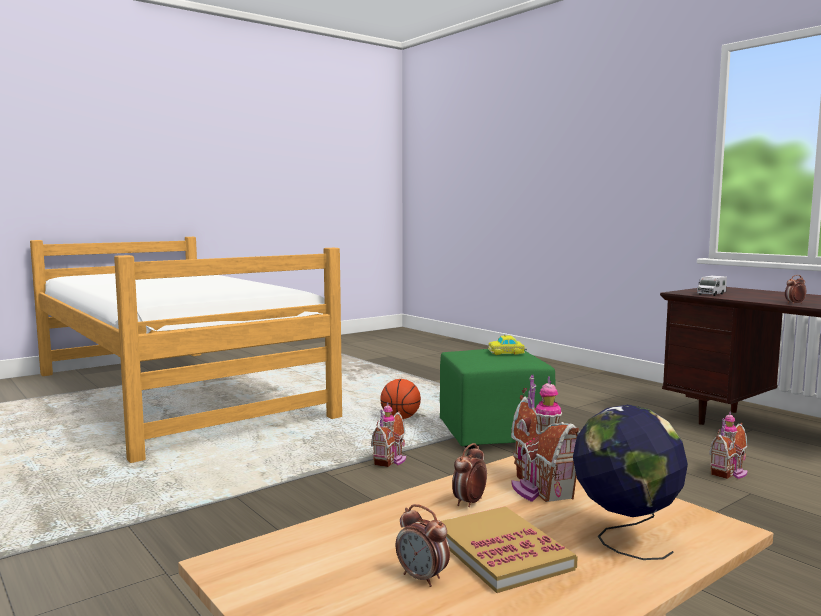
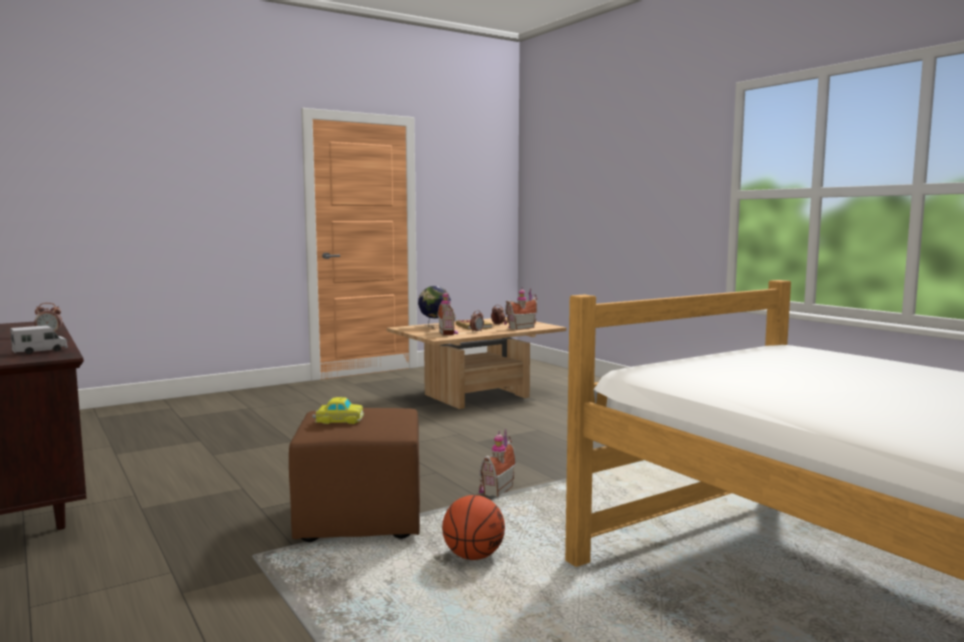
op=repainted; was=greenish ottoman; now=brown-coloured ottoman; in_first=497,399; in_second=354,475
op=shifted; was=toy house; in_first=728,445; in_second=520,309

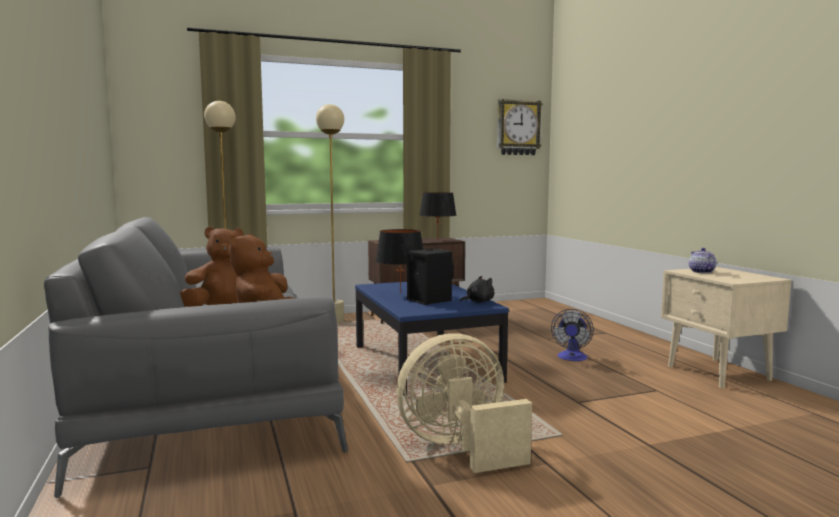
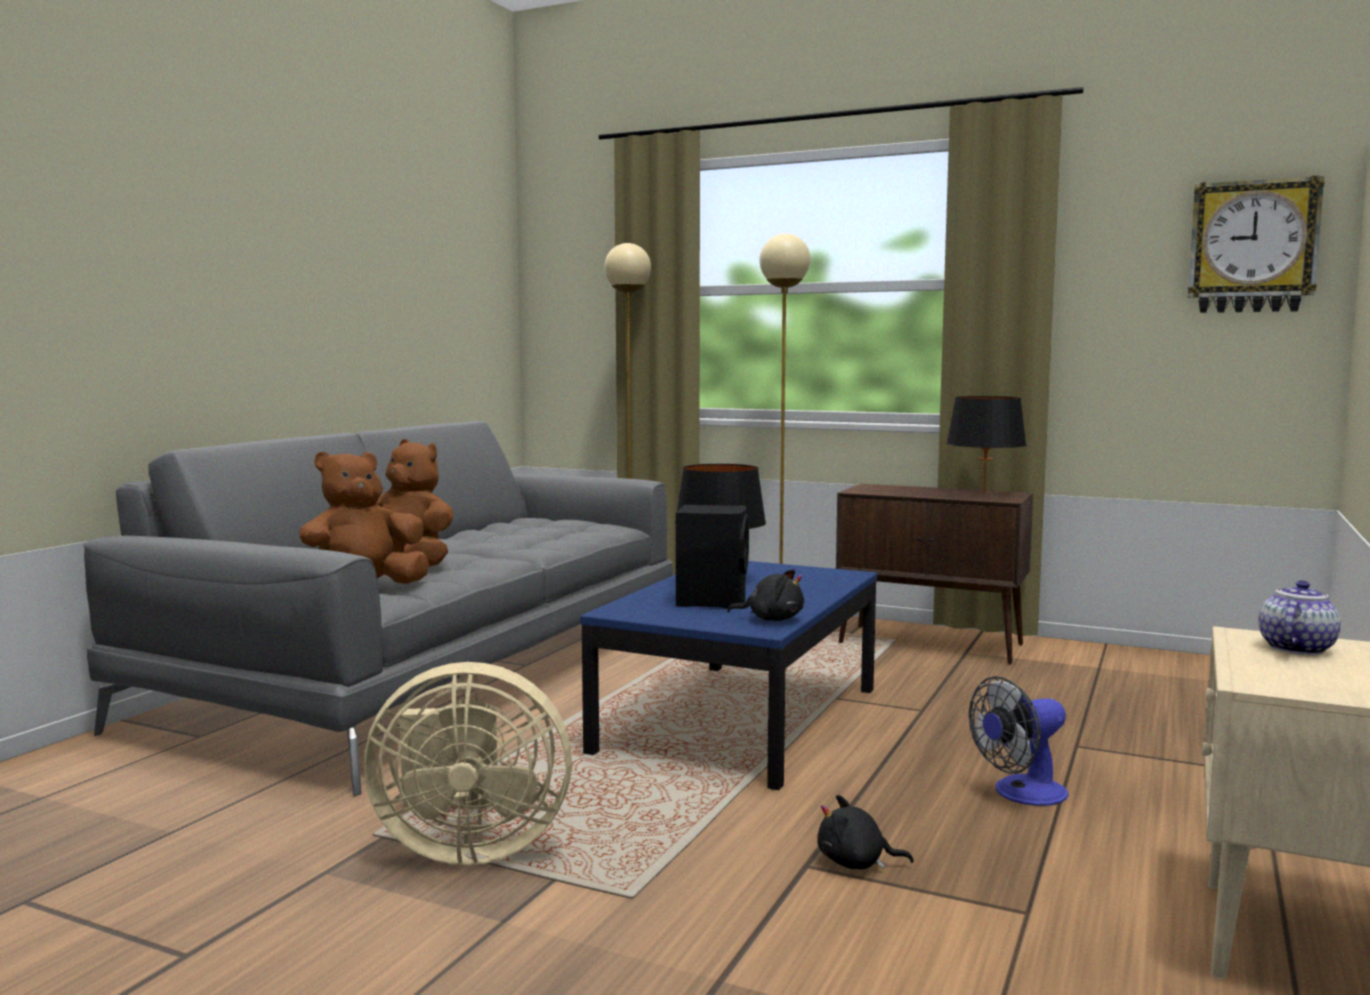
op=rotated; was=beige cooling fan; in_first=464,403; in_second=468,763; clockwise=150
op=new; now=black plush toy; in_second=865,832

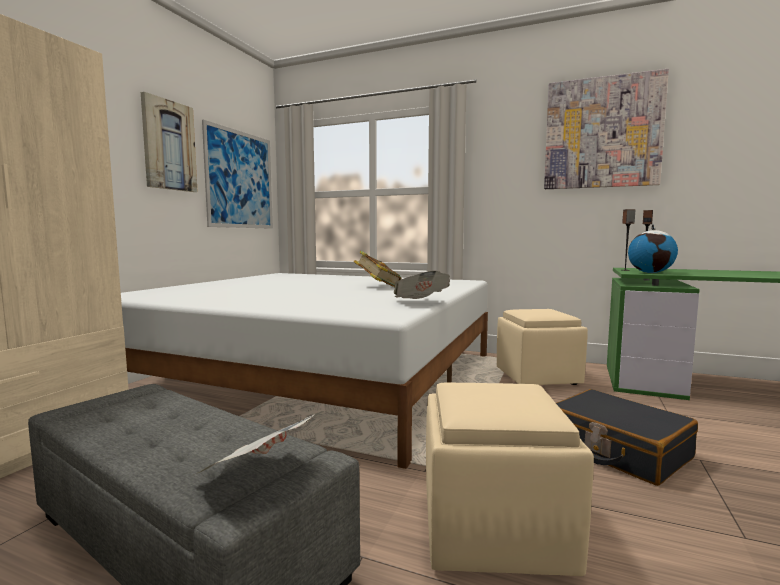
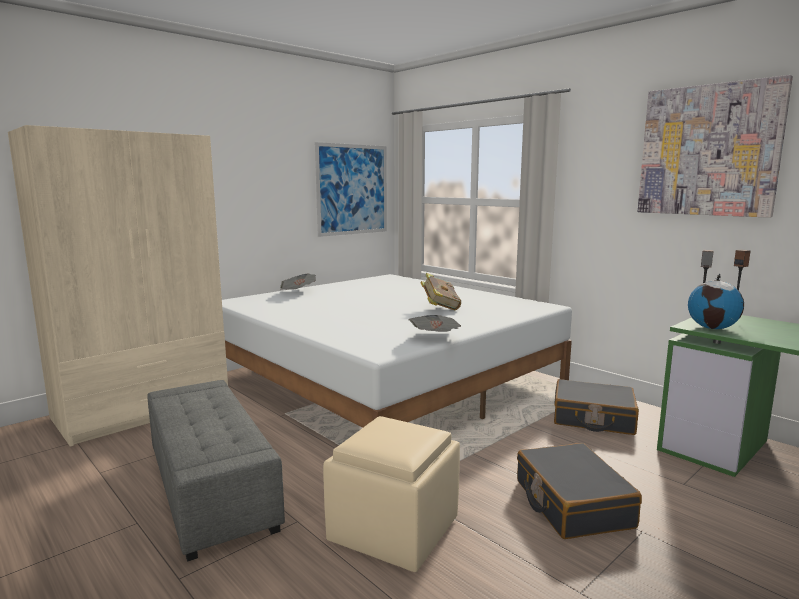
op=gone; was=picture; in_first=169,142
op=shifted; was=printed paper; in_first=260,442; in_second=298,282
op=swapped; was=beige ottoman; now=black travel case; in_first=542,347; in_second=596,407

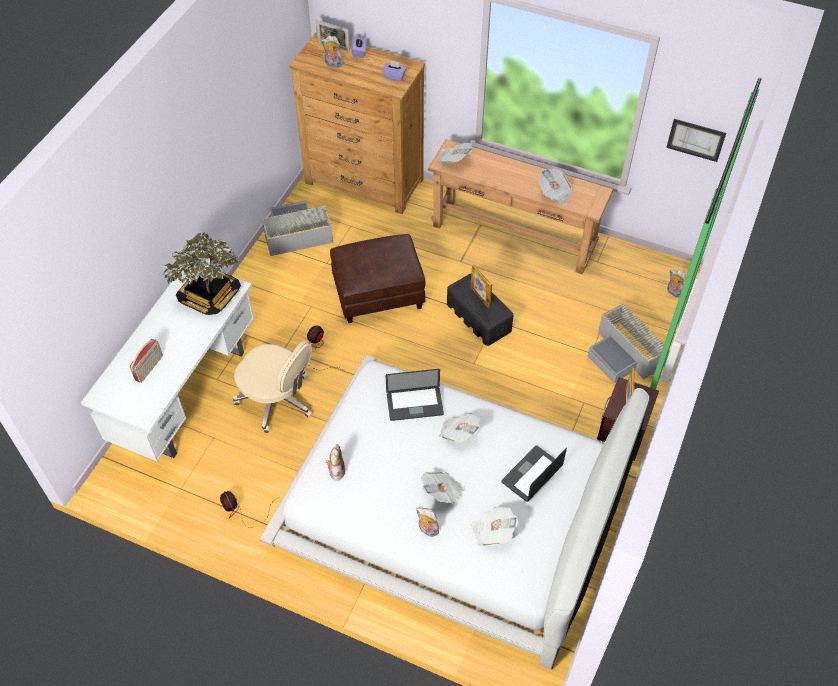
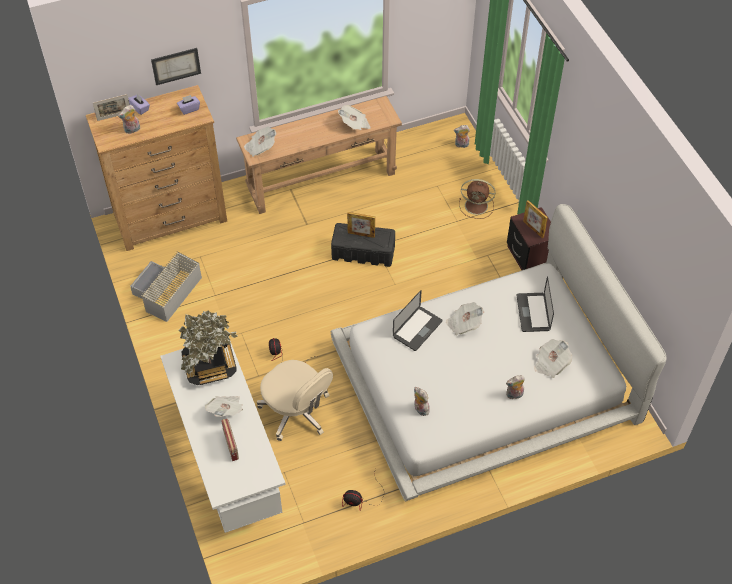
op=rotated; was=beige office chair; in_first=272,386; in_second=295,400; clockwise=60
op=gone; was=brown-coloured ottoman; in_first=378,278
op=shifted; was=printed paper; in_first=443,487; in_second=224,406
op=swapped; was=greyish storage bin; now=brown-coloured cooling fan; in_first=629,343; in_second=477,199
op=shifted; was=picture; in_first=696,140; in_second=176,66

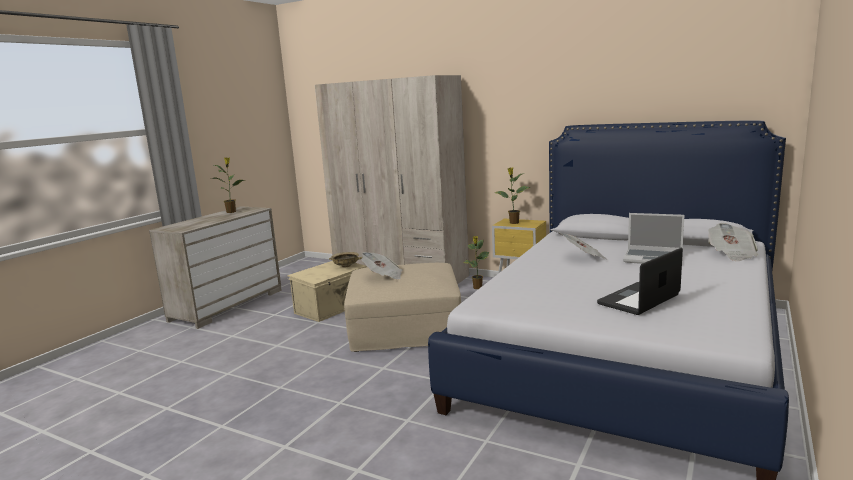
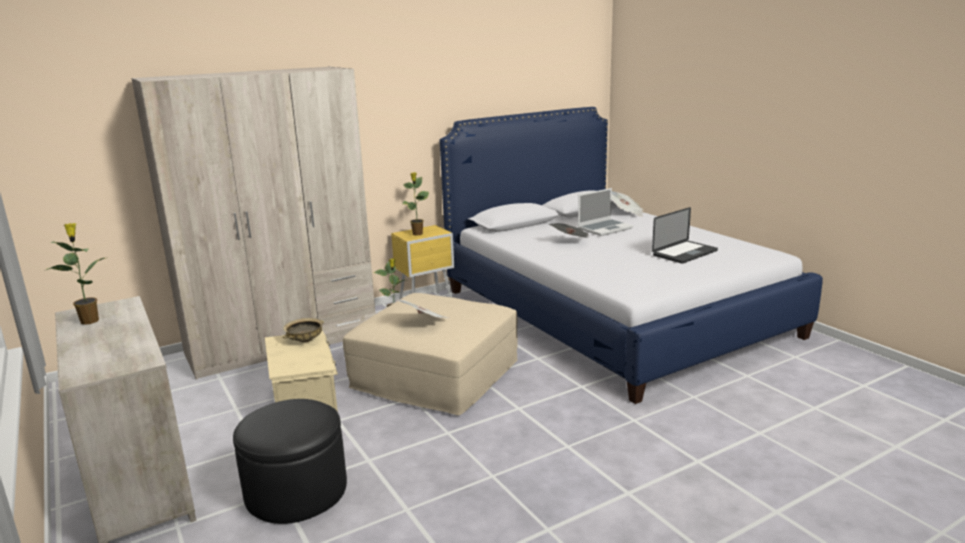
op=rotated; was=notebook computer; in_first=640,281; in_second=685,235; clockwise=-120
op=new; now=black ottoman; in_second=290,461

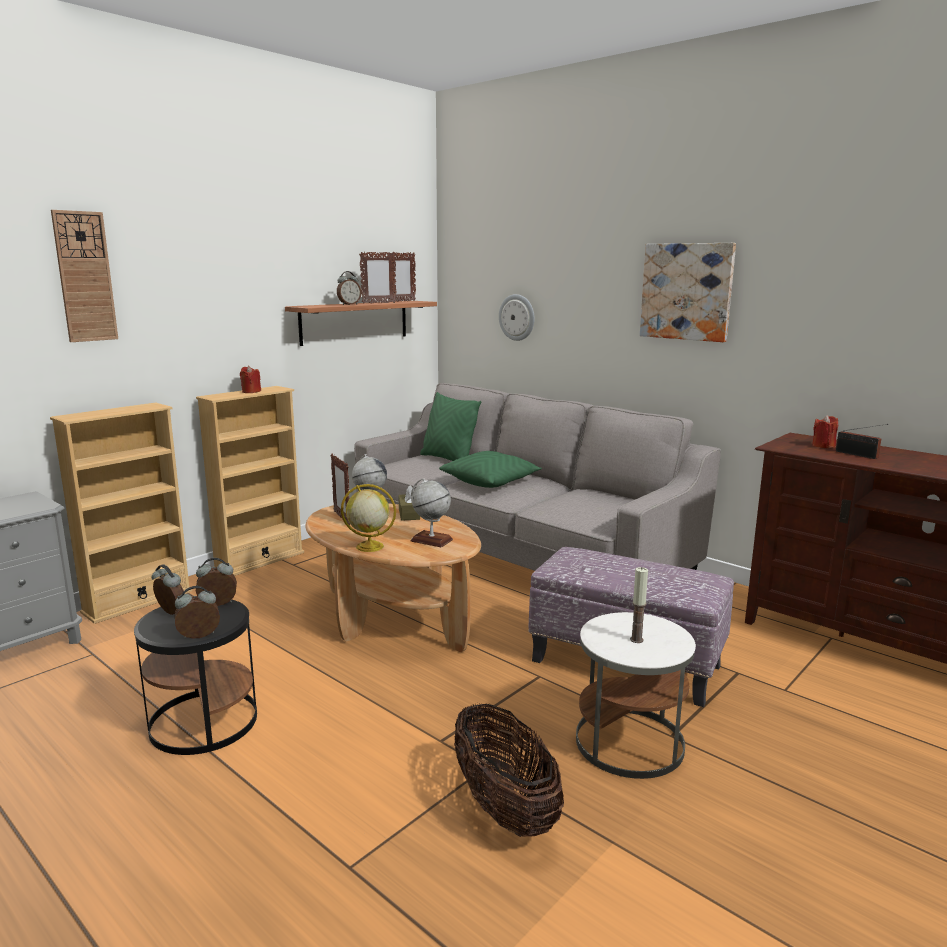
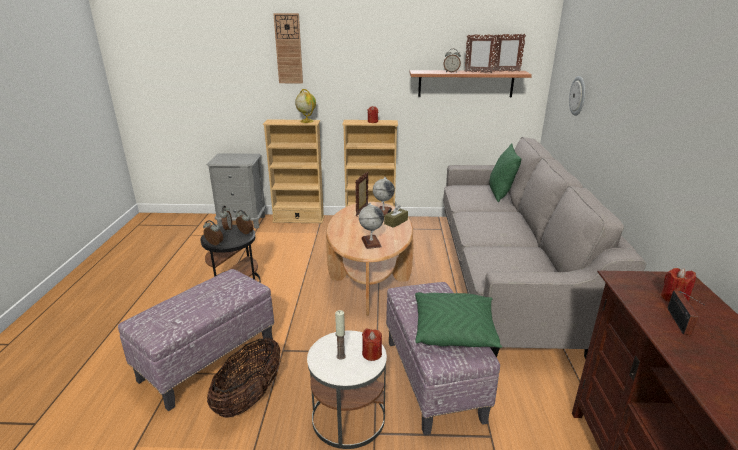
op=shifted; was=desk globe; in_first=368,518; in_second=305,106
op=shifted; was=greenish pillow; in_first=490,469; in_second=458,320
op=gone; was=picture; in_first=688,292
op=new; now=ottoman; in_second=196,340
op=new; now=reddish candle; in_second=372,345

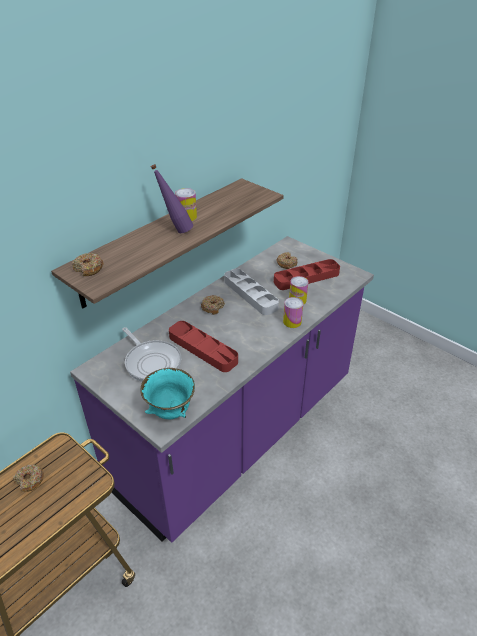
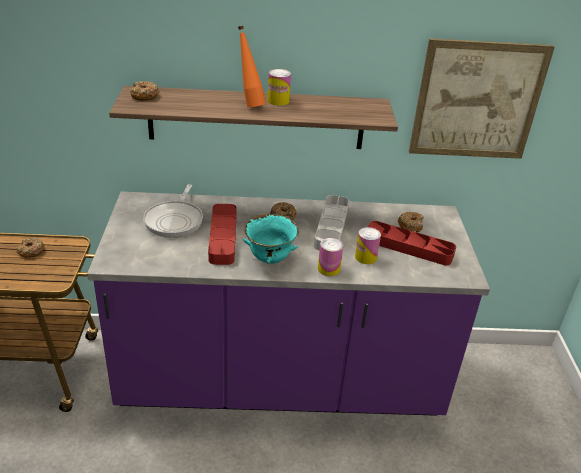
op=shifted; was=turquoise bowl; in_first=167,393; in_second=271,239
op=repainted; was=purple-coloured drink bottle; now=orange-coloured drink bottle; in_first=172,198; in_second=252,66
op=new; now=picture; in_second=482,98

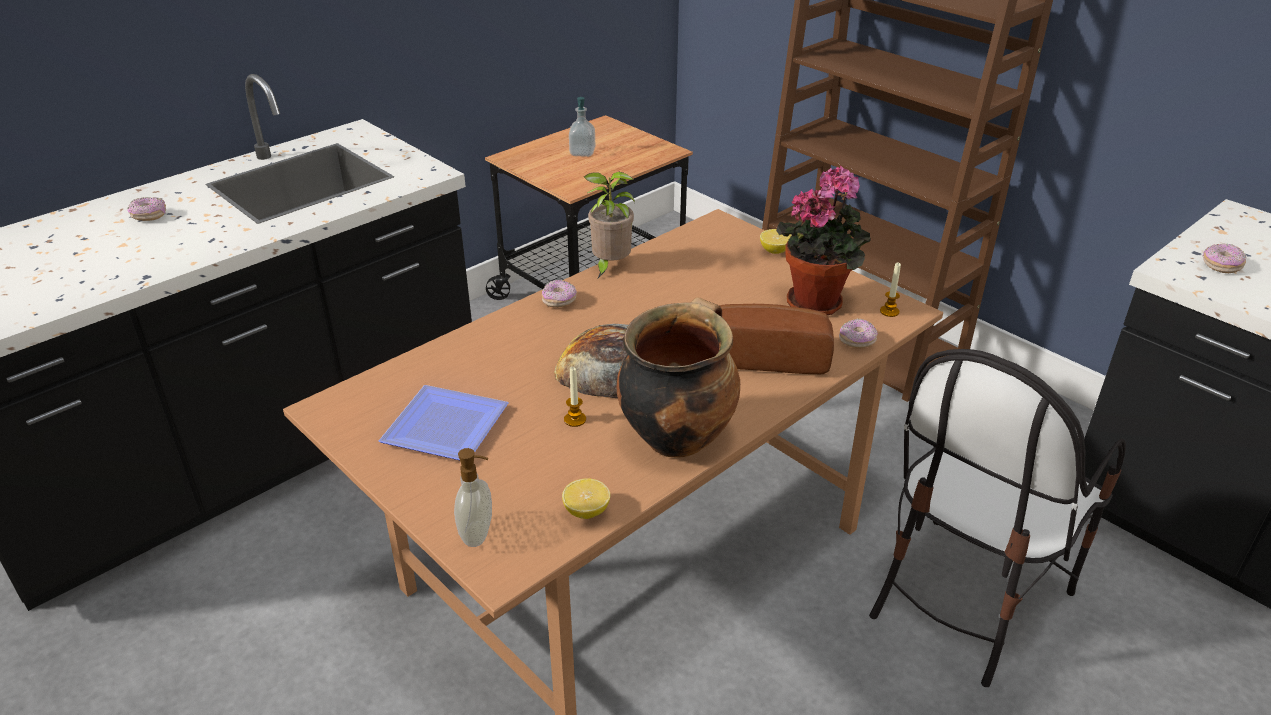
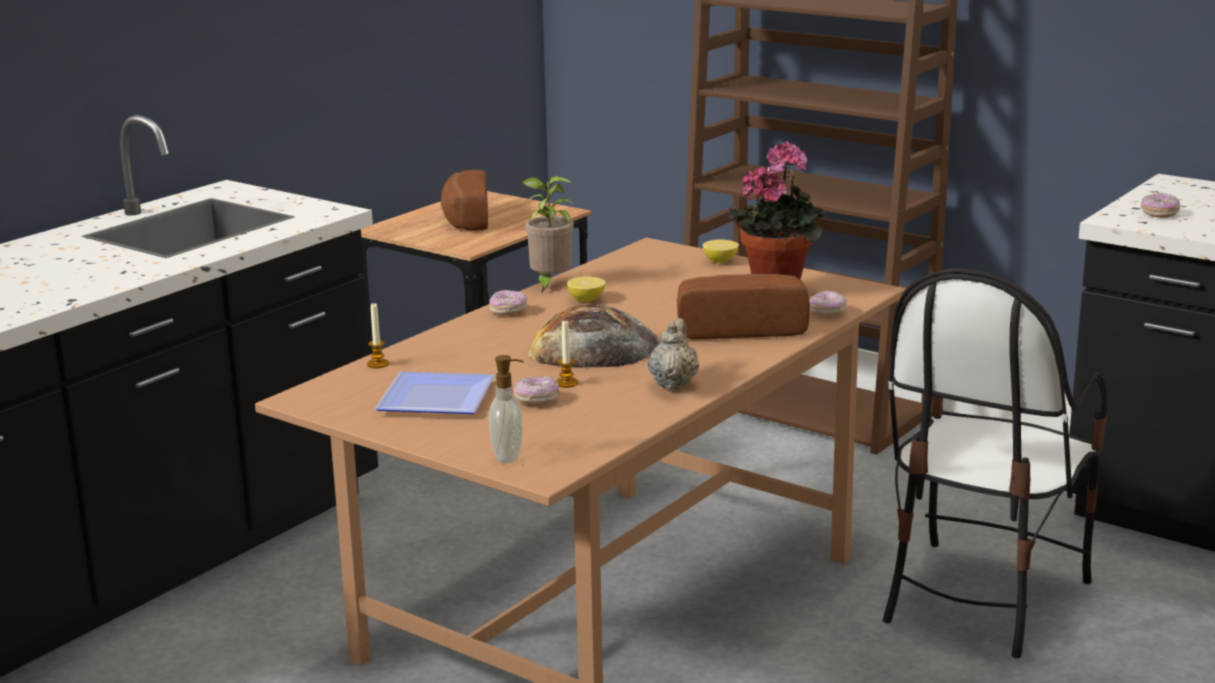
op=shifted; was=ring doughnut; in_first=146,209; in_second=536,390
op=shifted; was=whole lemon; in_first=586,498; in_second=586,289
op=swapped; was=soap dispenser; now=baked bread; in_first=582,127; in_second=464,200
op=swapped; was=stockpot; now=beige pot for tea; in_first=678,377; in_second=673,354
op=shifted; was=candle; in_first=890,289; in_second=378,335

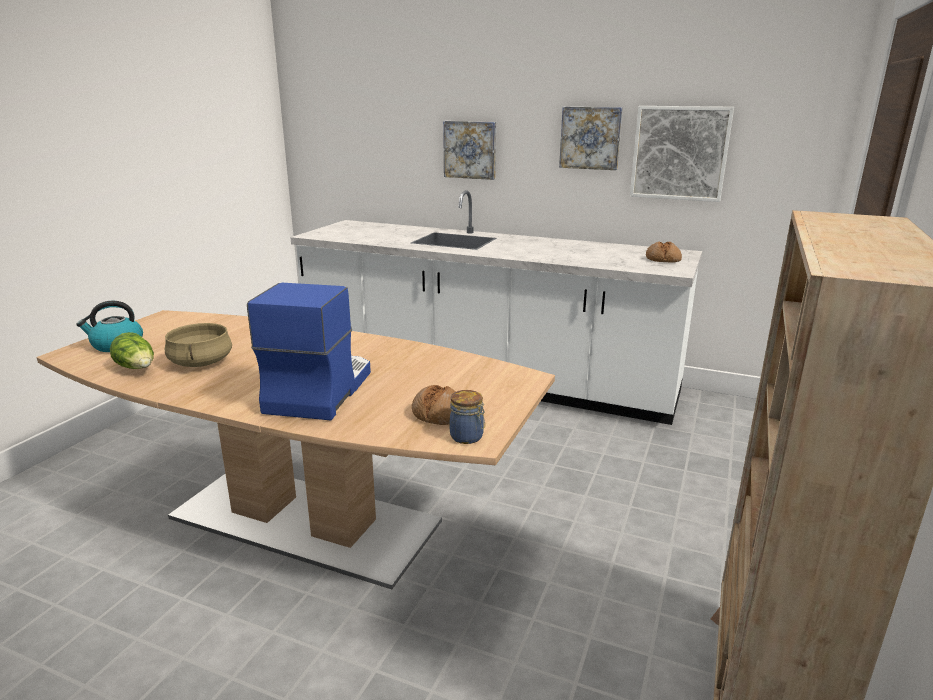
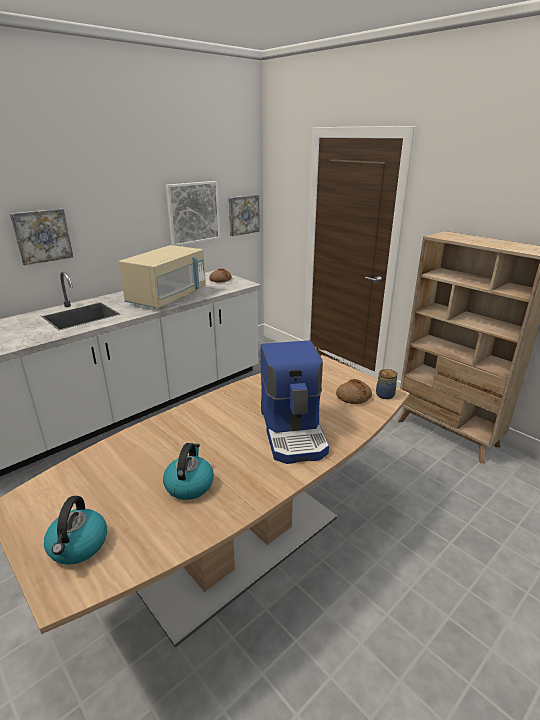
op=gone; was=head of lettuce; in_first=132,350
op=swapped; was=beige stockpot; now=water kettle; in_first=198,345; in_second=188,471
op=rotated; was=coffee brewer; in_first=309,351; in_second=294,402; clockwise=-135
op=shifted; was=picture; in_first=591,138; in_second=244,215
op=new; now=beige kitchen microwave; in_second=162,277

